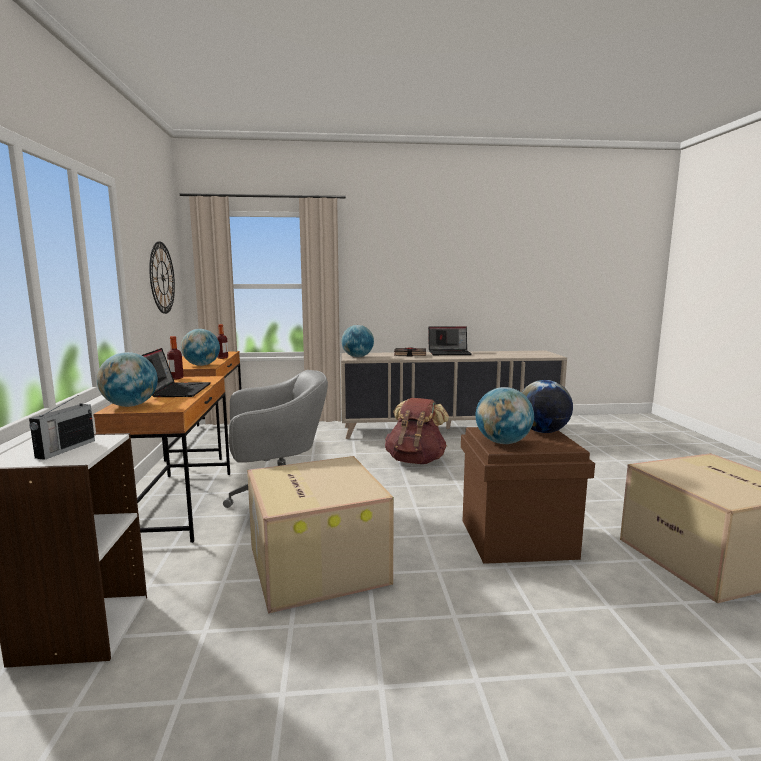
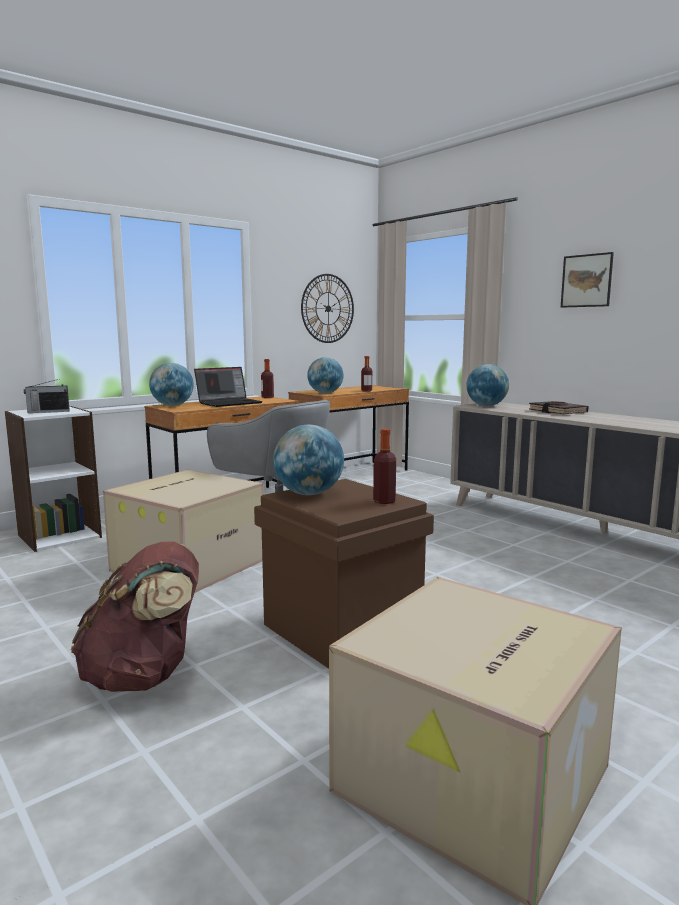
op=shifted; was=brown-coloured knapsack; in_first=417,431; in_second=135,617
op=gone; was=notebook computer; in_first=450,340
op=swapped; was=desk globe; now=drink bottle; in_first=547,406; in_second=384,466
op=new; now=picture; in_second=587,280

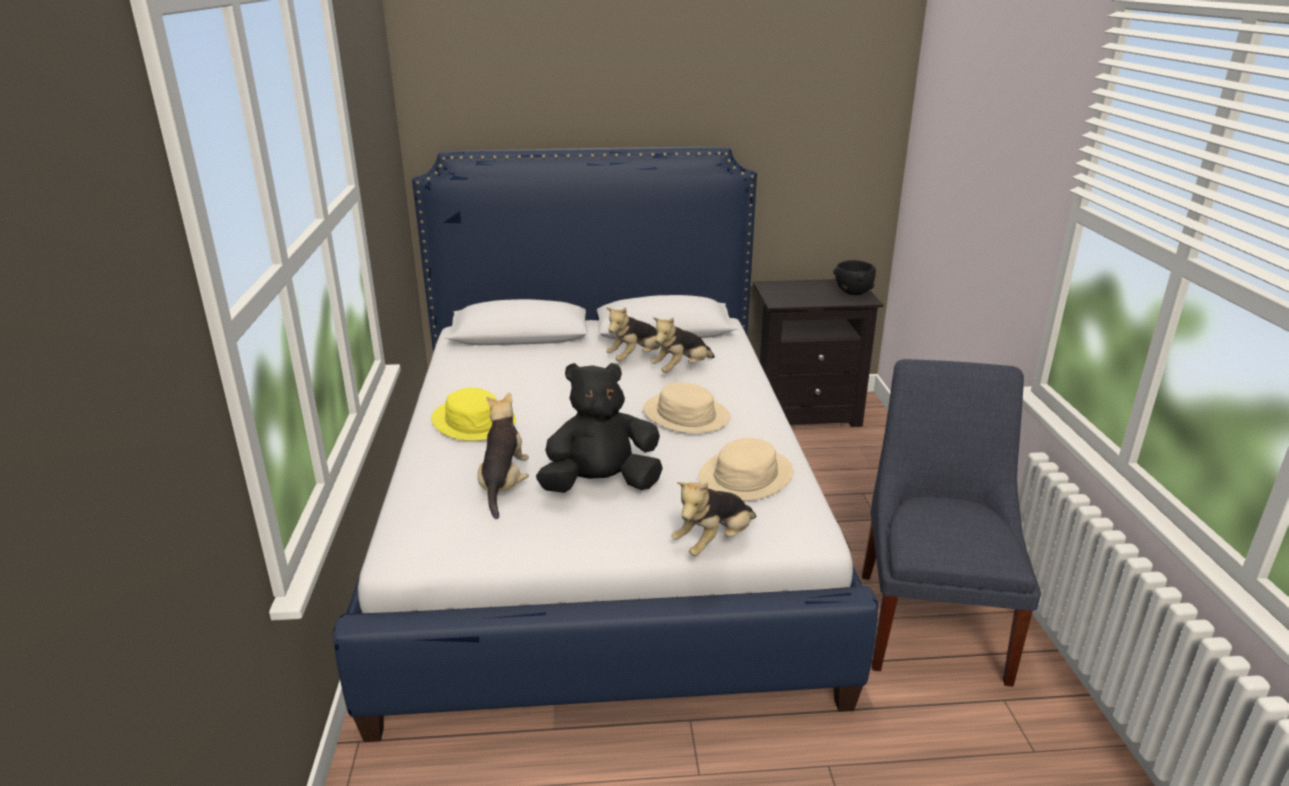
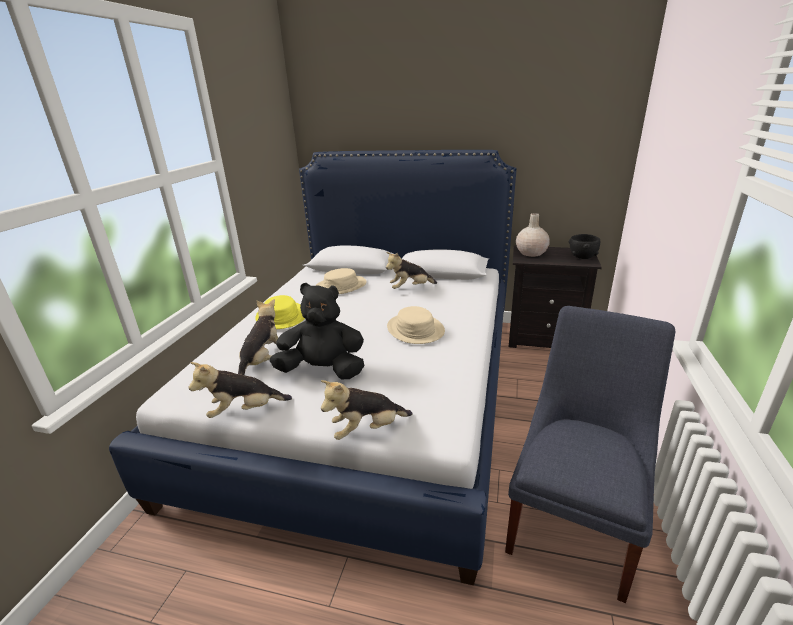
op=shifted; was=plush toy; in_first=683,345; in_second=240,390
op=shifted; was=beige clothing hat; in_first=745,469; in_second=341,281
op=new; now=beige vase; in_second=533,235

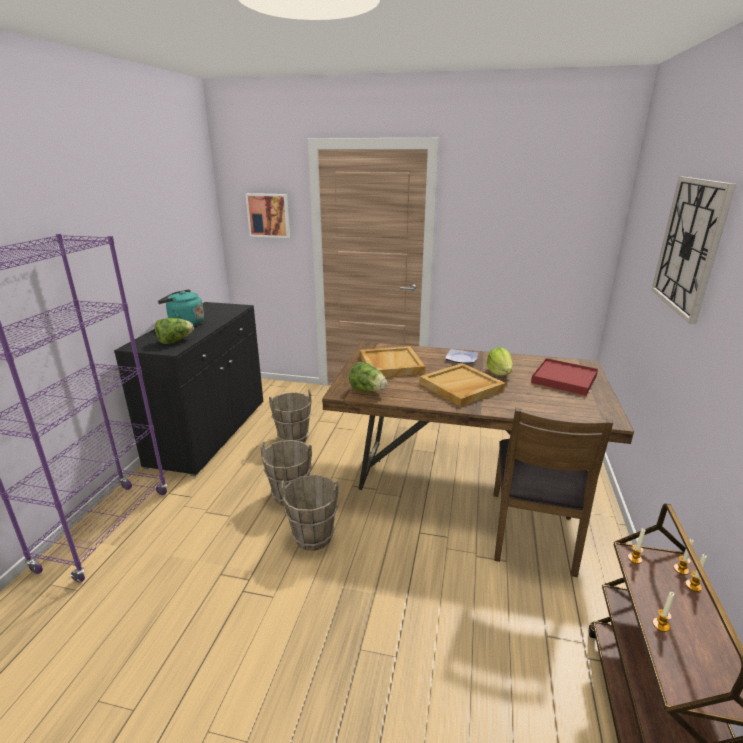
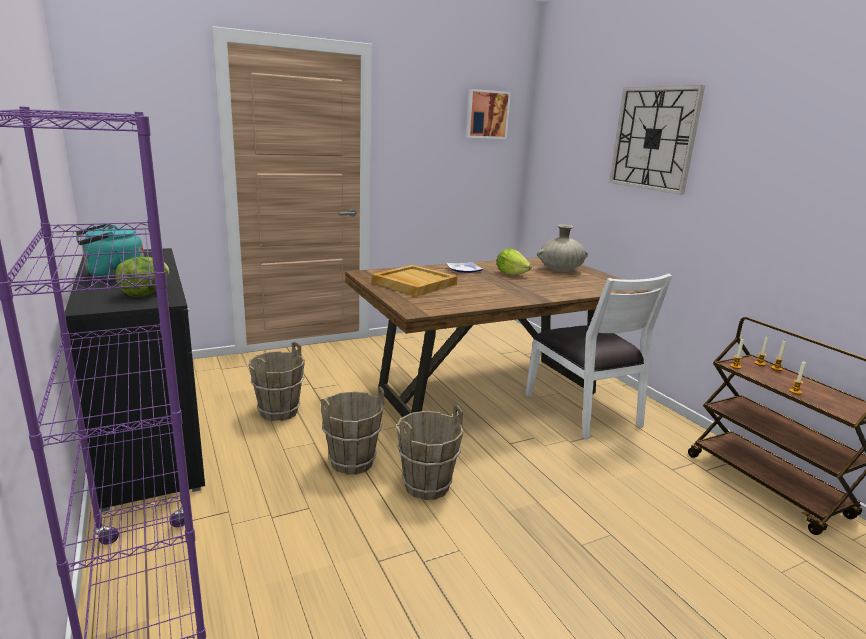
op=shifted; was=picture; in_first=268,215; in_second=488,114
op=gone; was=head of lettuce; in_first=368,377
op=gone; was=beige tray; in_first=462,385
op=repainted; was=brown-coloured plain chair; now=whitish plain chair; in_first=553,492; in_second=598,356
op=swapped; was=reddish tray; now=beige vase; in_first=564,377; in_second=562,248

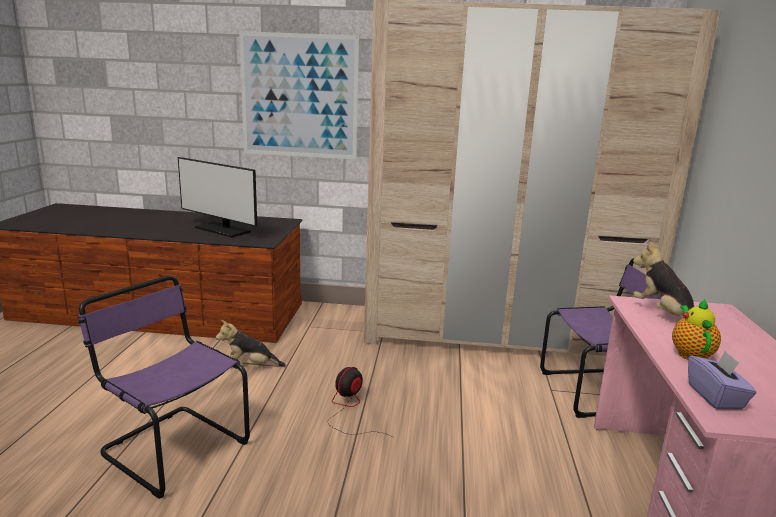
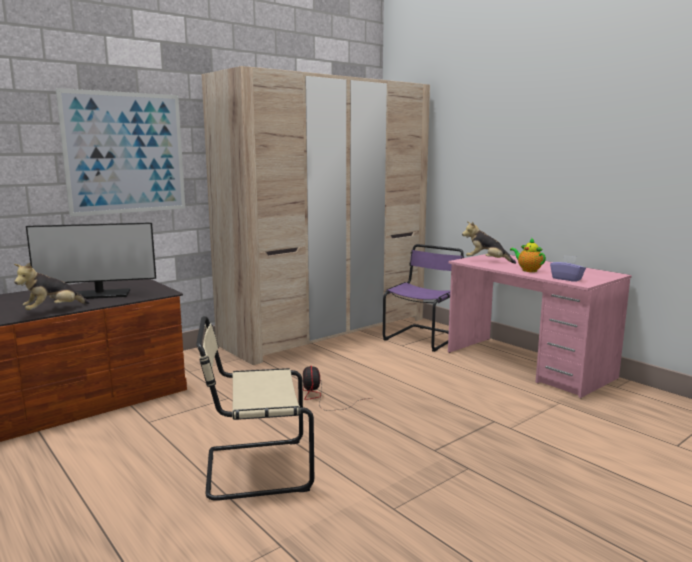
op=repainted; was=purple-coloured plain chair; now=beige plain chair; in_first=164,387; in_second=255,408
op=shifted; was=plush toy; in_first=251,343; in_second=51,286

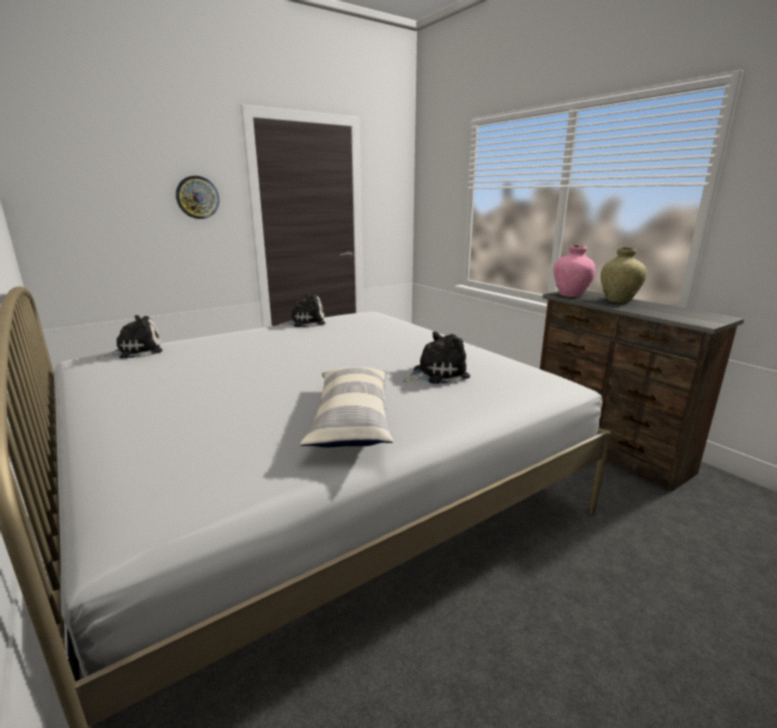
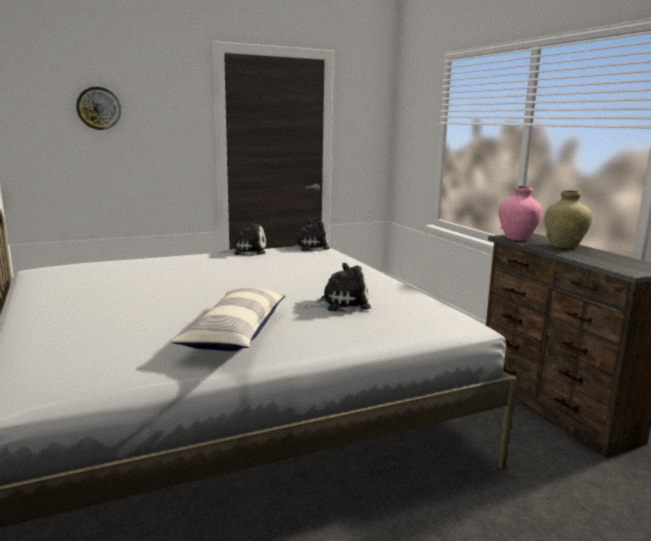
op=shifted; was=plush toy; in_first=130,337; in_second=307,235
op=shifted; was=hanging clock; in_first=197,197; in_second=98,108

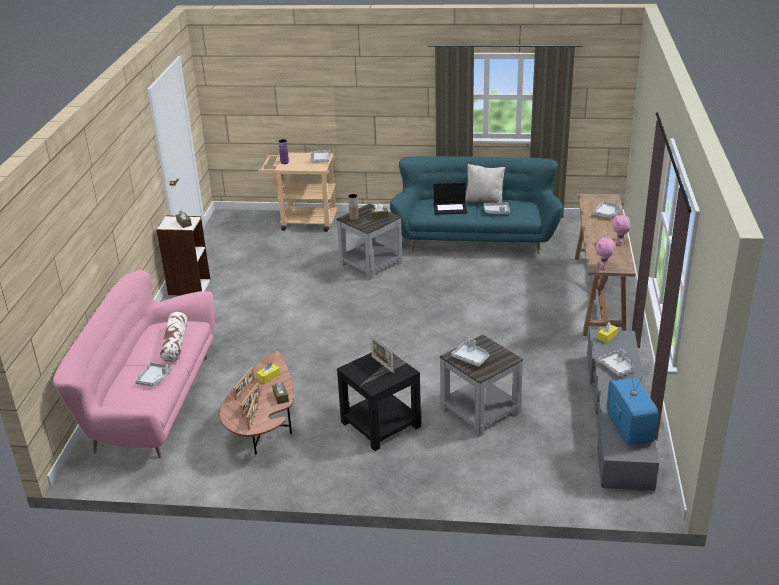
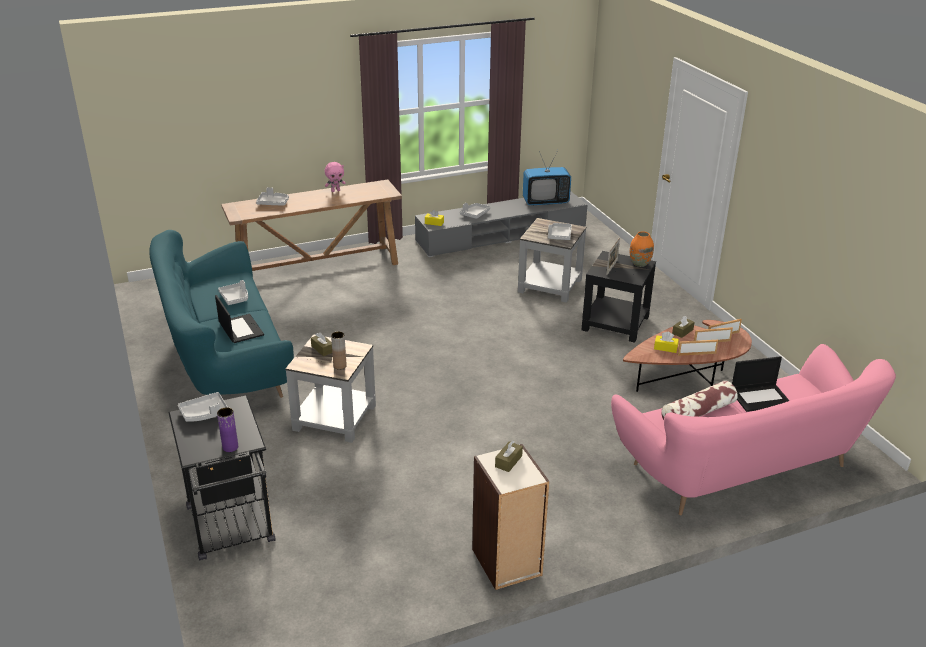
op=swapped; was=greyish tray; now=notebook computer; in_first=153,375; in_second=760,384
op=repainted; was=beige wheeled cart; now=black wheeled cart; in_first=297,192; in_second=222,477
op=gone; was=beige pillow; in_first=485,183
op=gone; was=pink plush toy; in_first=605,252
op=rotated; was=TV set; in_first=632,403; in_second=547,177; clockwise=-150
op=new; now=orange-coloured vase; in_second=642,249

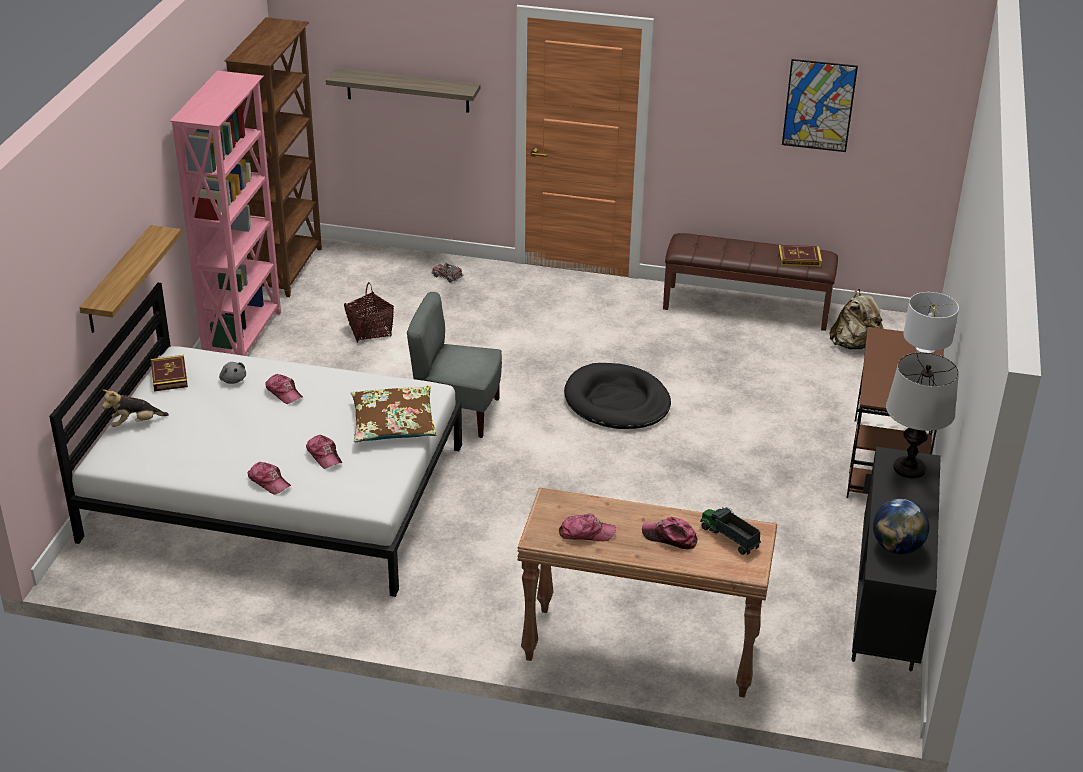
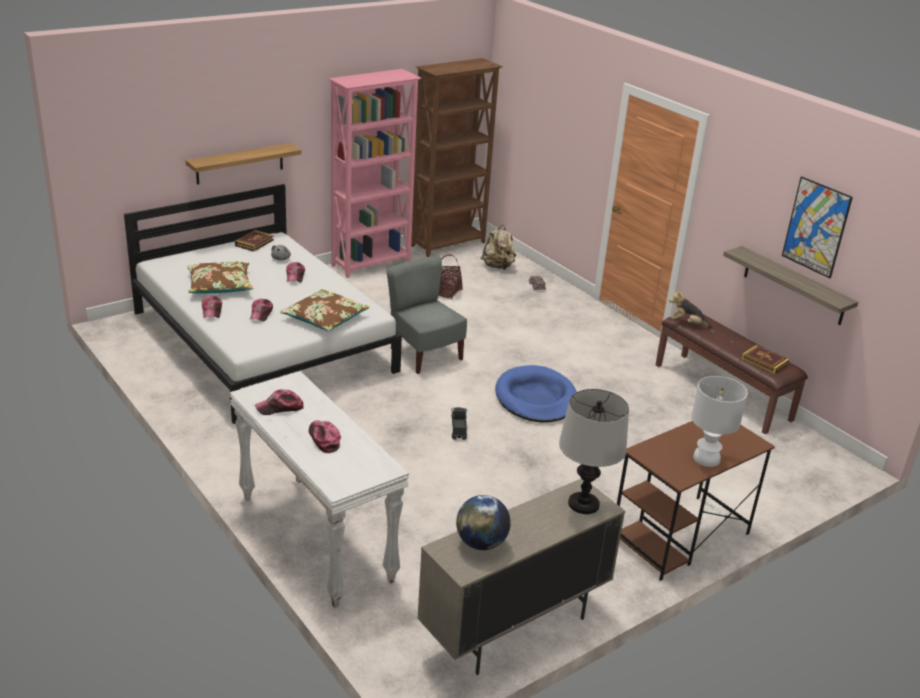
op=shifted; was=plush toy; in_first=135,408; in_second=690,308
op=shifted; was=bracket shelf; in_first=403,90; in_second=790,285
op=repainted; was=brown-coloured narrow table; now=whitish narrow table; in_first=647,593; in_second=319,489
op=rotated; was=cap; in_first=587,527; in_second=279,402; clockwise=120
op=repainted; was=black dog bed; now=blue-coloured dog bed; in_first=617,396; in_second=536,394
op=shifted; was=toy truck; in_first=730,531; in_second=459,423
op=shifted; was=beige knapsack; in_first=856,319; in_second=498,247
op=repainted; was=black cupboard; now=beige cupboard; in_first=896,559; in_second=521,577
op=new; now=brown-coloured pillow; in_second=220,278

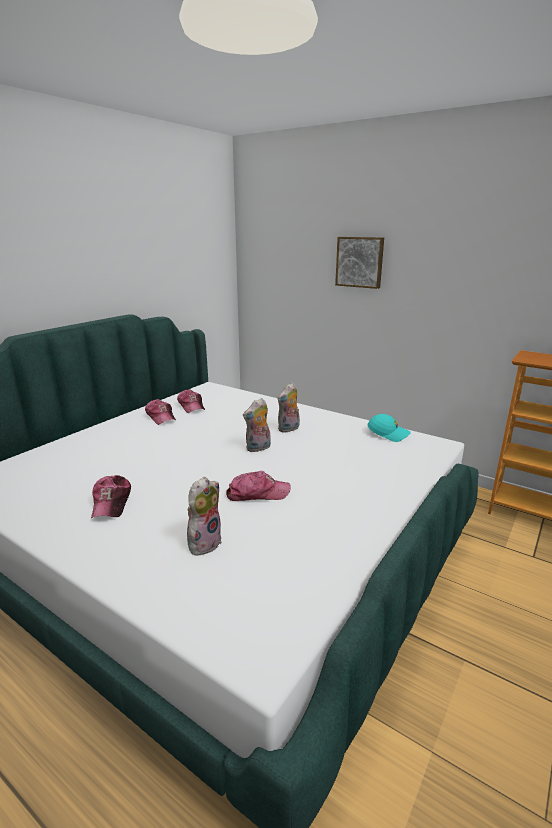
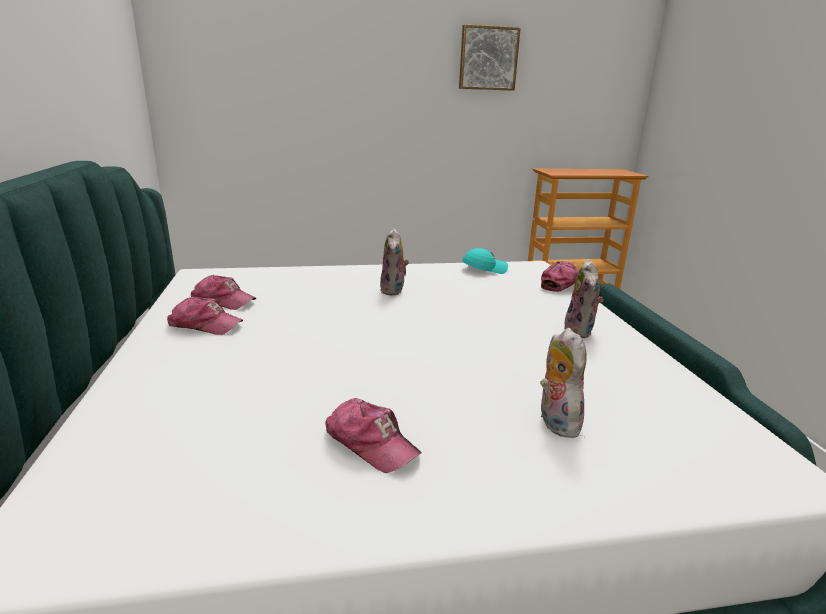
op=shifted; was=cap; in_first=258,486; in_second=560,276
op=shifted; was=plush toy; in_first=257,425; in_second=584,298
op=shifted; was=picture; in_first=359,263; in_second=490,58

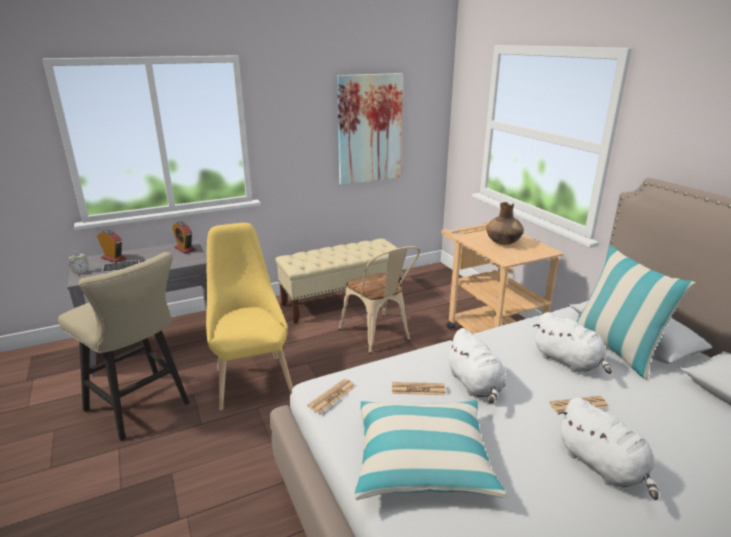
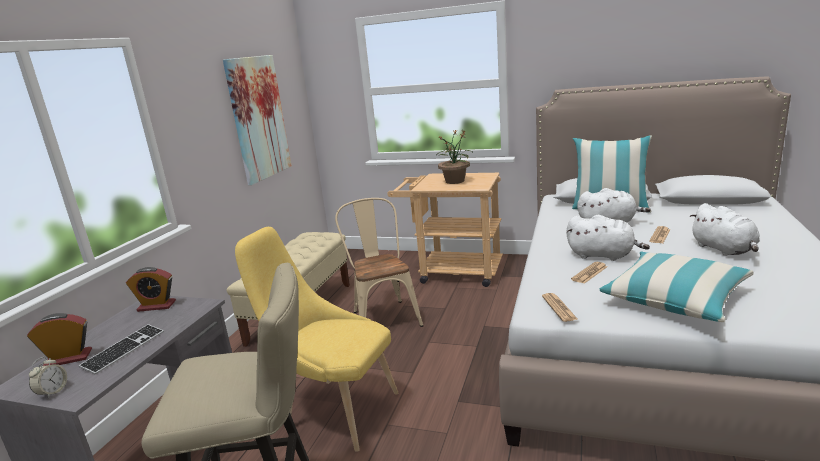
op=rotated; was=beige plain chair; in_first=379,300; in_second=379,262; clockwise=-120
op=swapped; was=brown-coloured vase; now=houseplant; in_first=505,223; in_second=455,156
op=rotated; was=whitish plush toy; in_first=608,448; in_second=724,229; clockwise=60

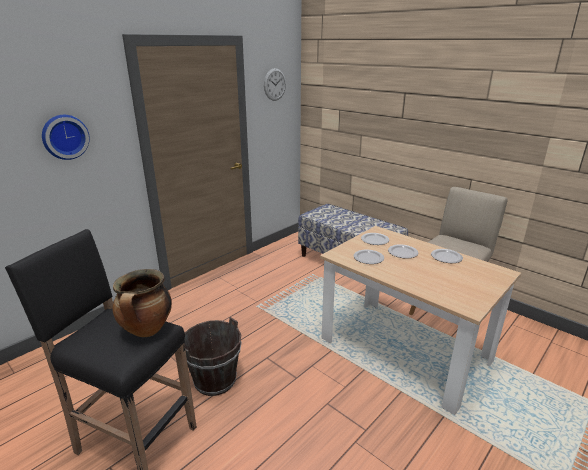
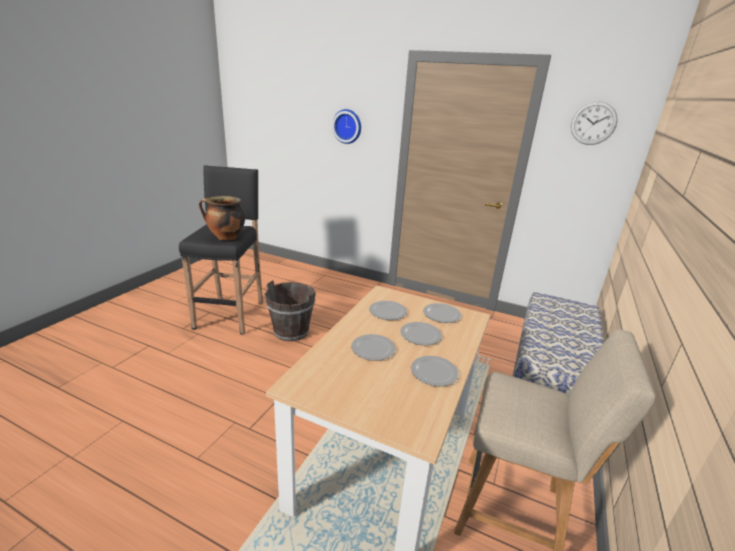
op=new; now=plate; in_second=373,347

